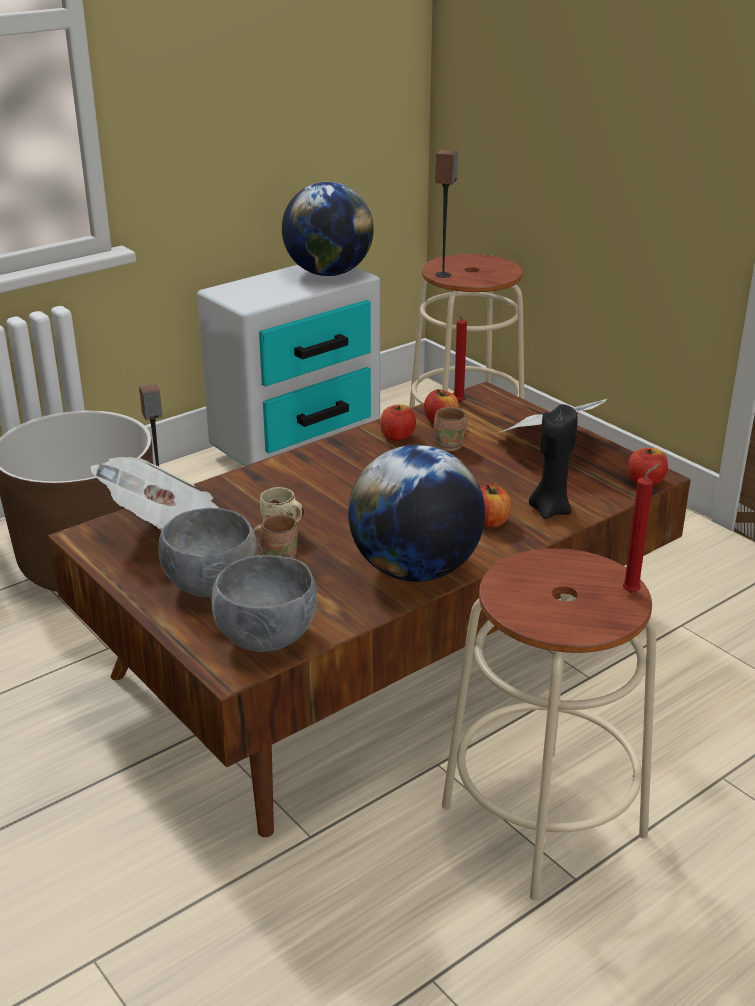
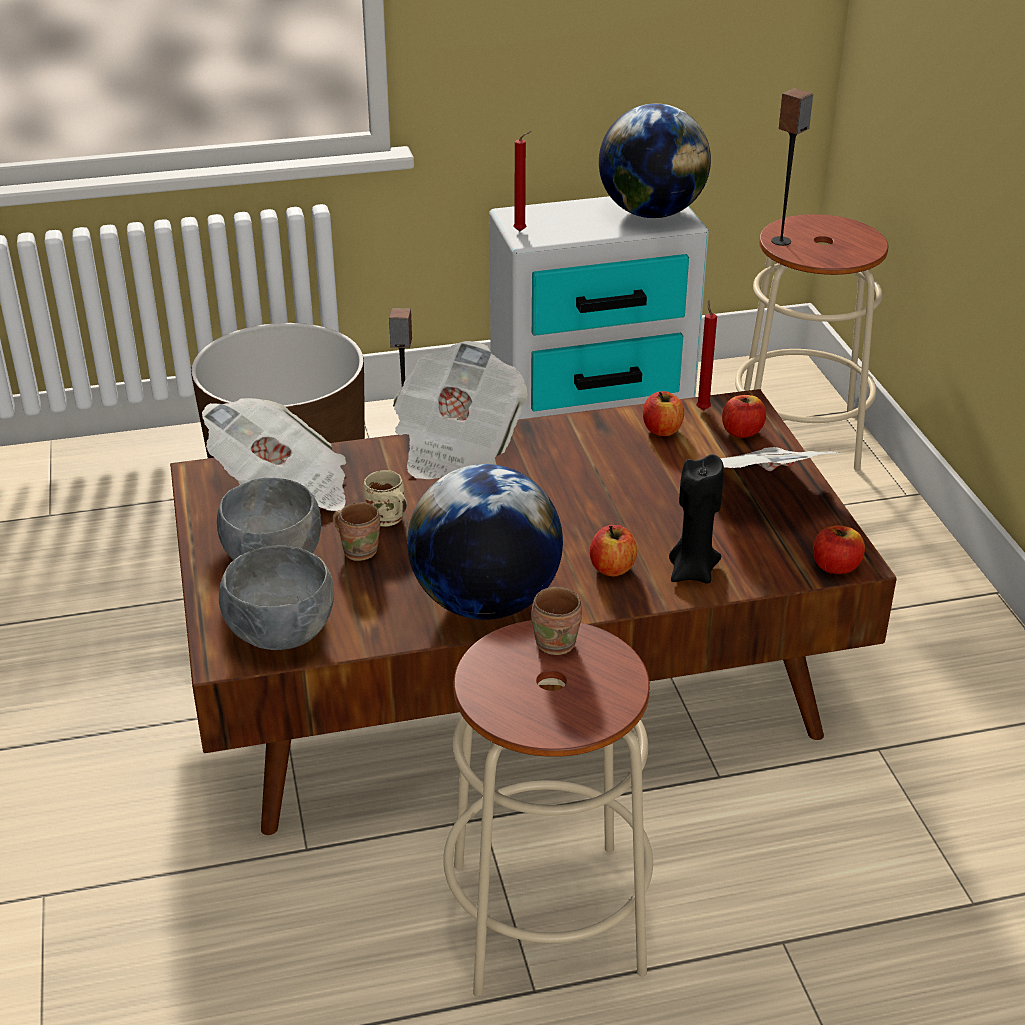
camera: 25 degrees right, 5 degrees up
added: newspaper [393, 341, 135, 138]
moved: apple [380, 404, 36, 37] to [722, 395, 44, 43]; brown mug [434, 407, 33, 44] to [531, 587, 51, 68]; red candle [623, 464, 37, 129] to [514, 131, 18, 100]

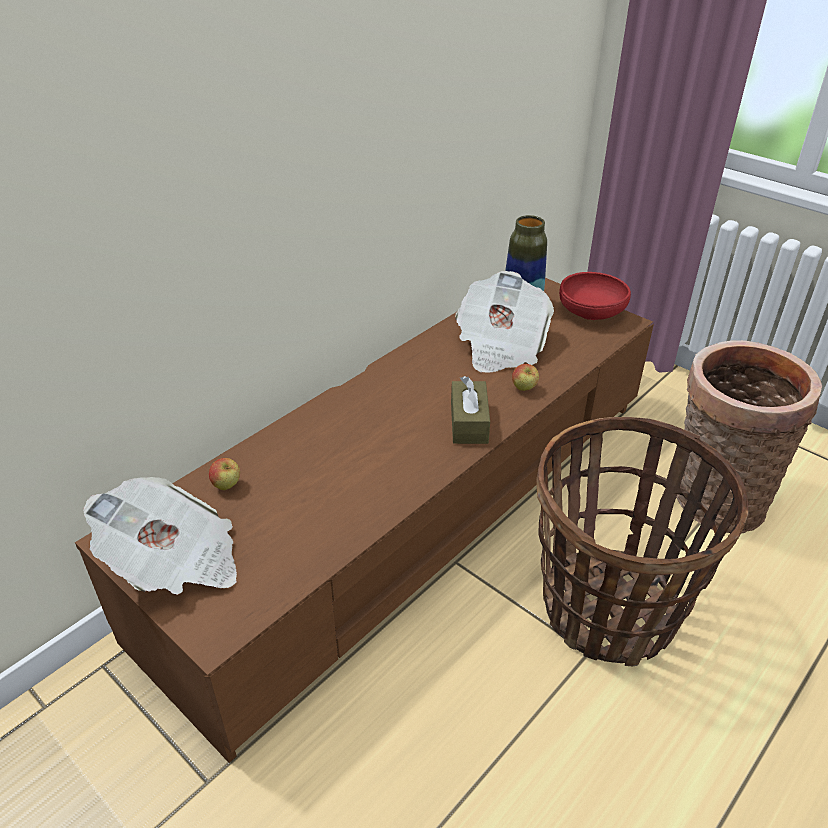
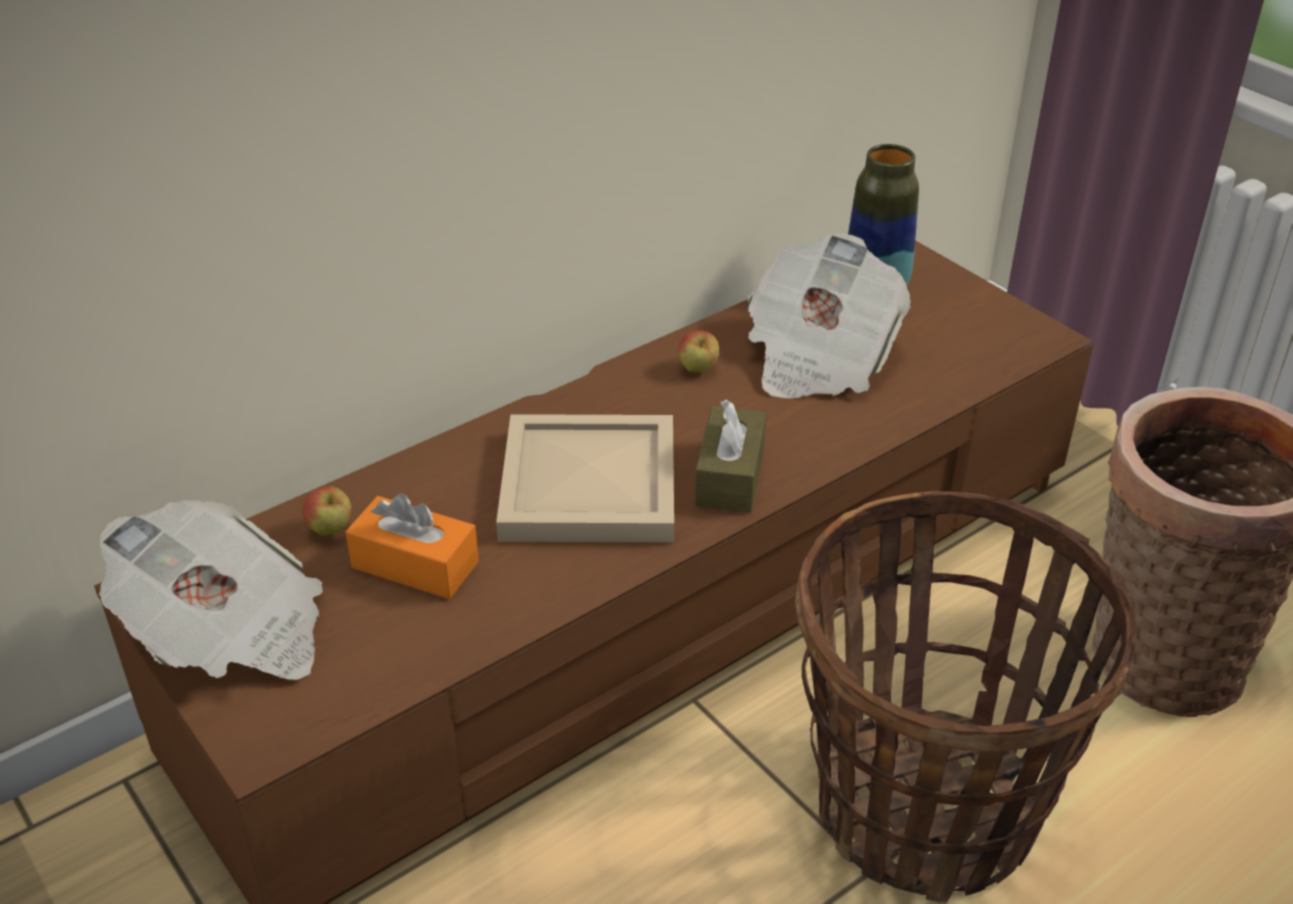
camera: 10 degrees right, 0 degrees up
removed: red bowl [559, 272, 72, 48]
added: beige tray [496, 414, 178, 128]; orange tissue box [345, 493, 134, 106]
moved: apple [512, 364, 27, 27] to [678, 330, 42, 42]

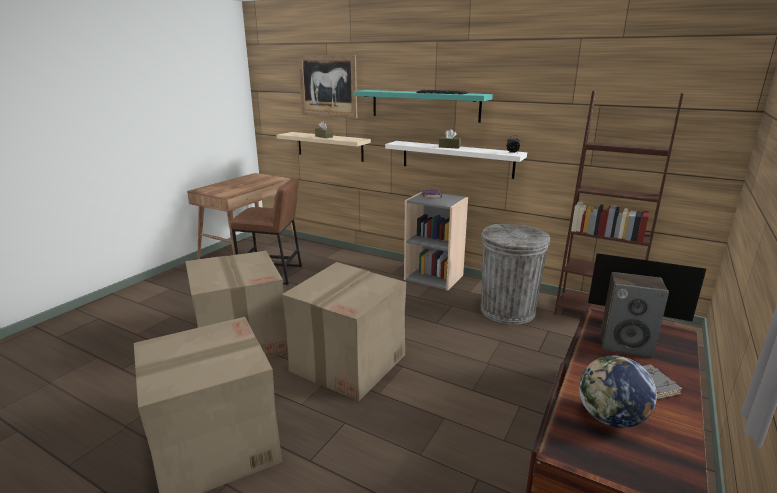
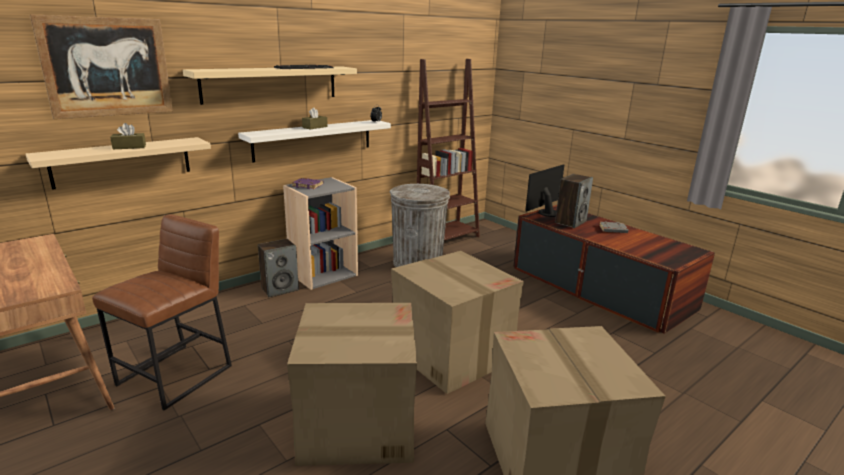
camera: 70 degrees left, 0 degrees up
removed: globe [579, 355, 78, 73]
added: speaker [258, 239, 41, 58]
recoloured: turquoise shelf [353, 90, 140, 33] to beige shelf [183, 66, 174, 39]

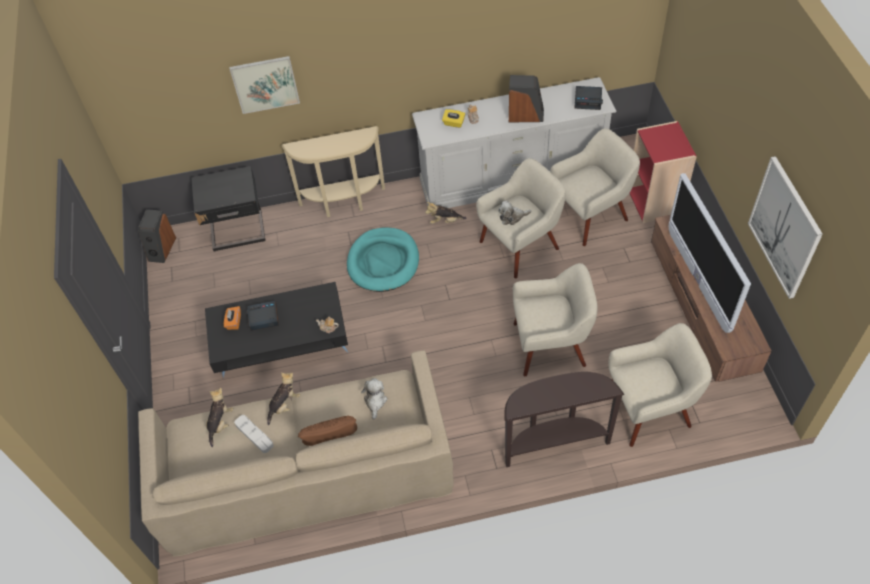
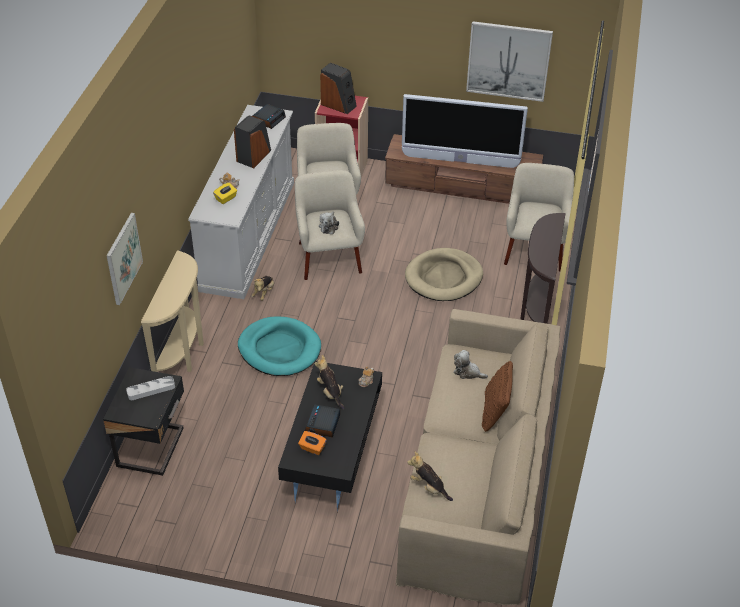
camera: 70 degrees left, 10 degrees down
moved: speaker [138, 209, 38, 54] to [320, 62, 37, 52]; plush toy [267, 372, 34, 53] to [315, 355, 30, 54]; grey tray [234, 415, 40, 38] to [126, 376, 49, 24]
replaced: beige armchair [513, 263, 85, 113] to beige dog bed [405, 248, 78, 53]

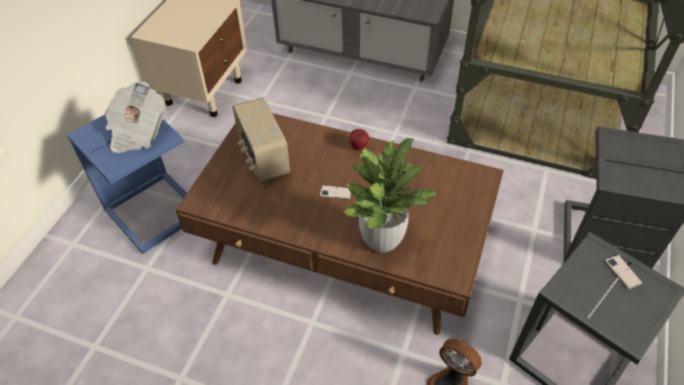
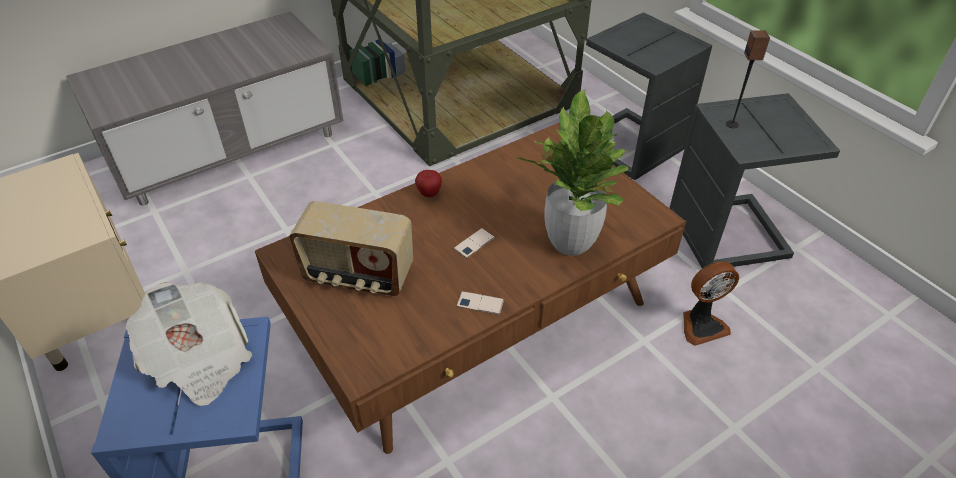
camera: 55 degrees left, 5 degrees down
added: speaker [726, 31, 44, 97]
moved: phone [604, 255, 38, 34] to [456, 291, 48, 24]

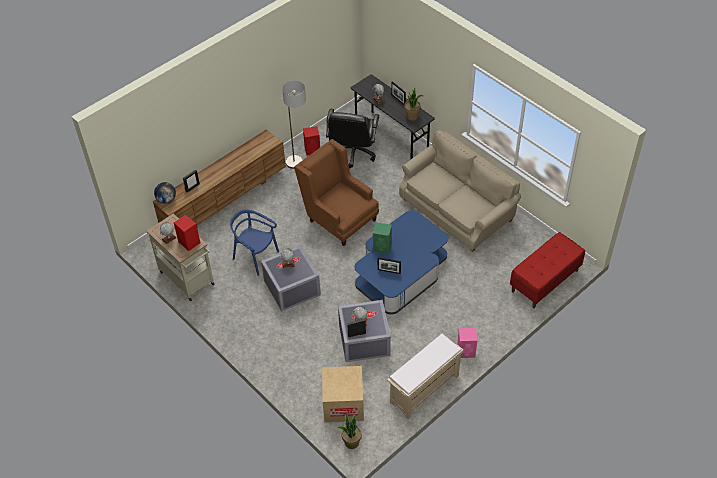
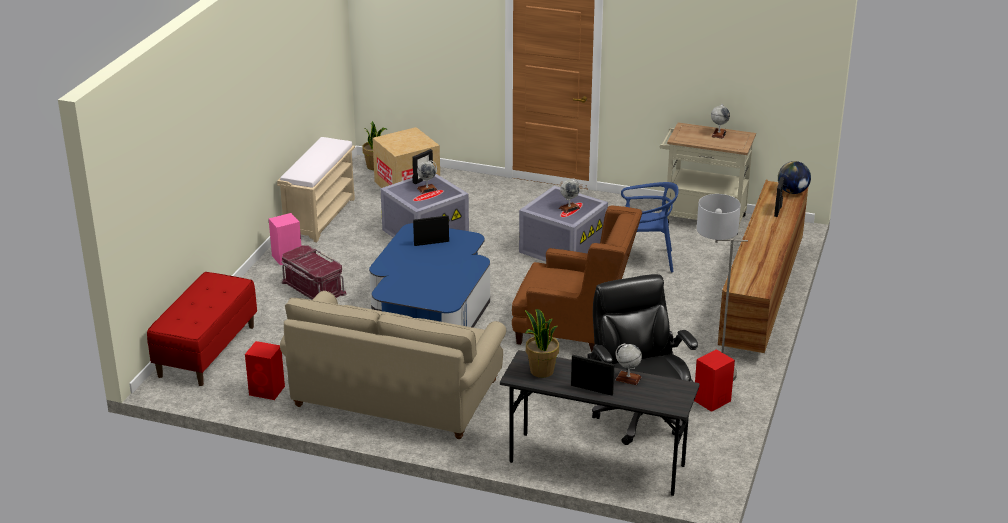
camera: 150 degrees right, 20 degrees down
removed: green speaker [373, 222, 19, 32]
added: red storage box [281, 246, 66, 54]
moved: red speaker [174, 215, 26, 36] to [245, 341, 40, 59]

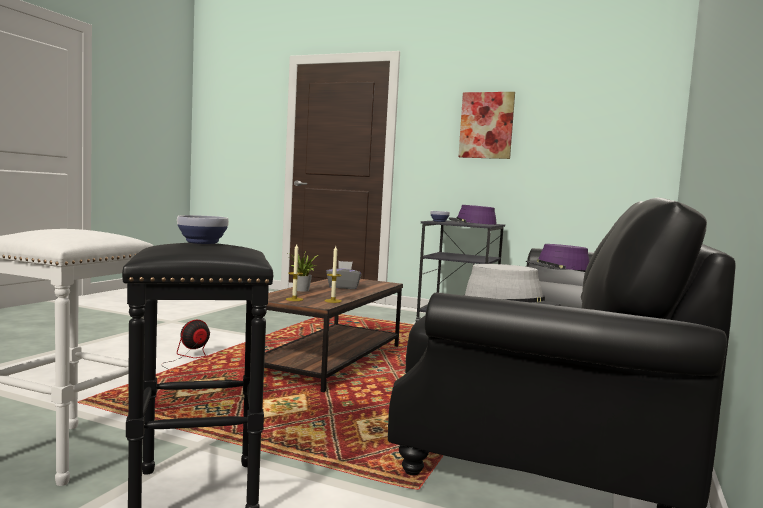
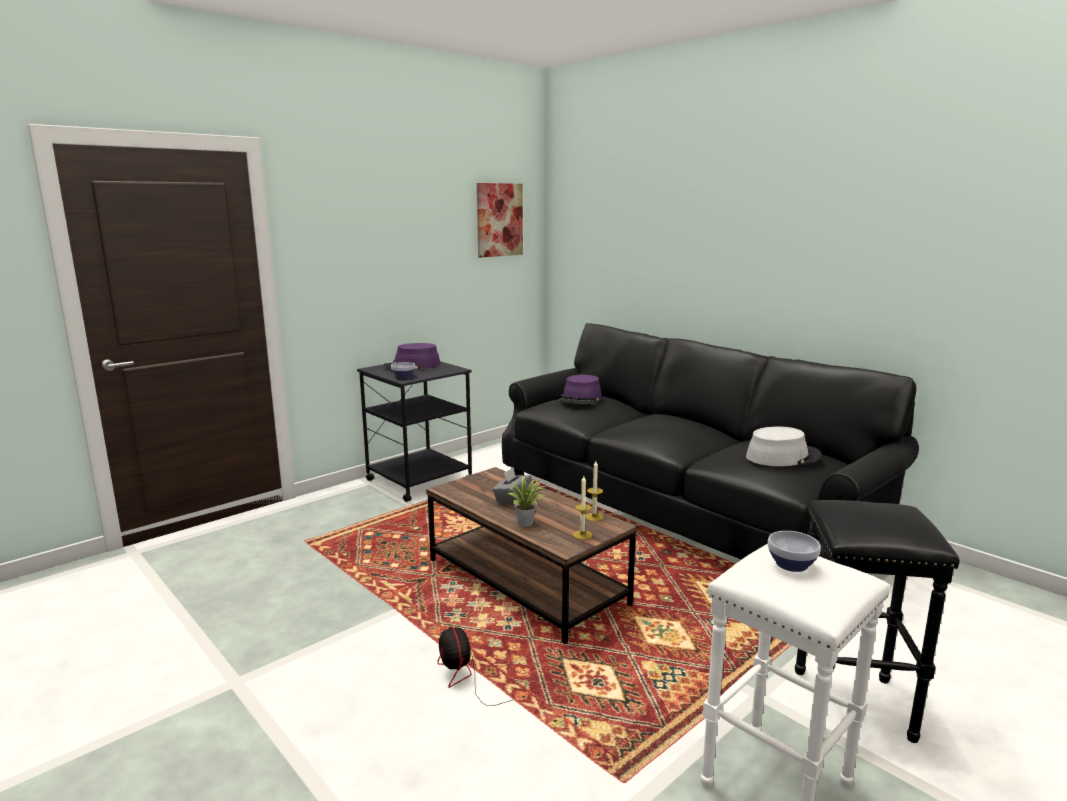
camera: 65 degrees left, 10 degrees up
moved: picture [458, 92, 57, 67] to [477, 183, 46, 74]; bowl [177, 215, 52, 29] to [768, 531, 53, 41]

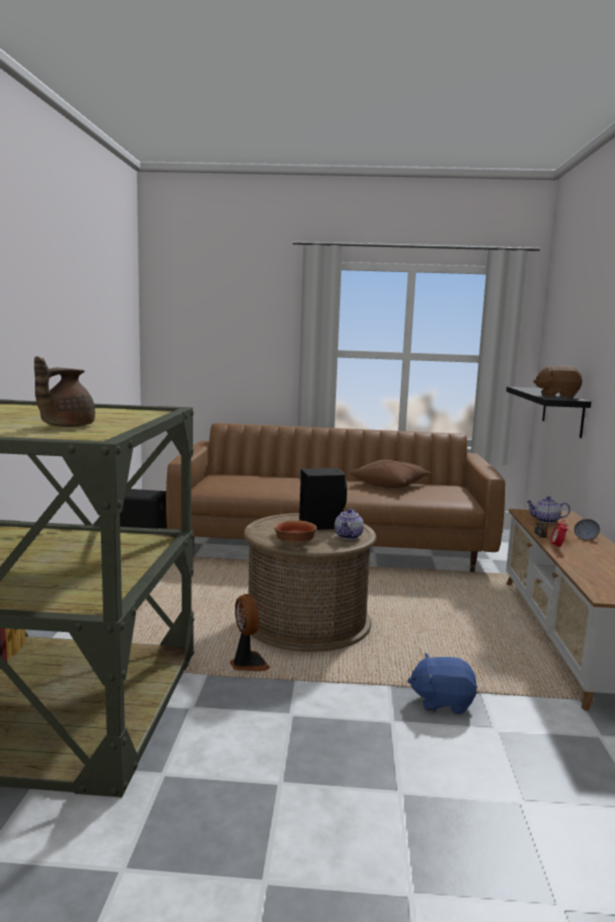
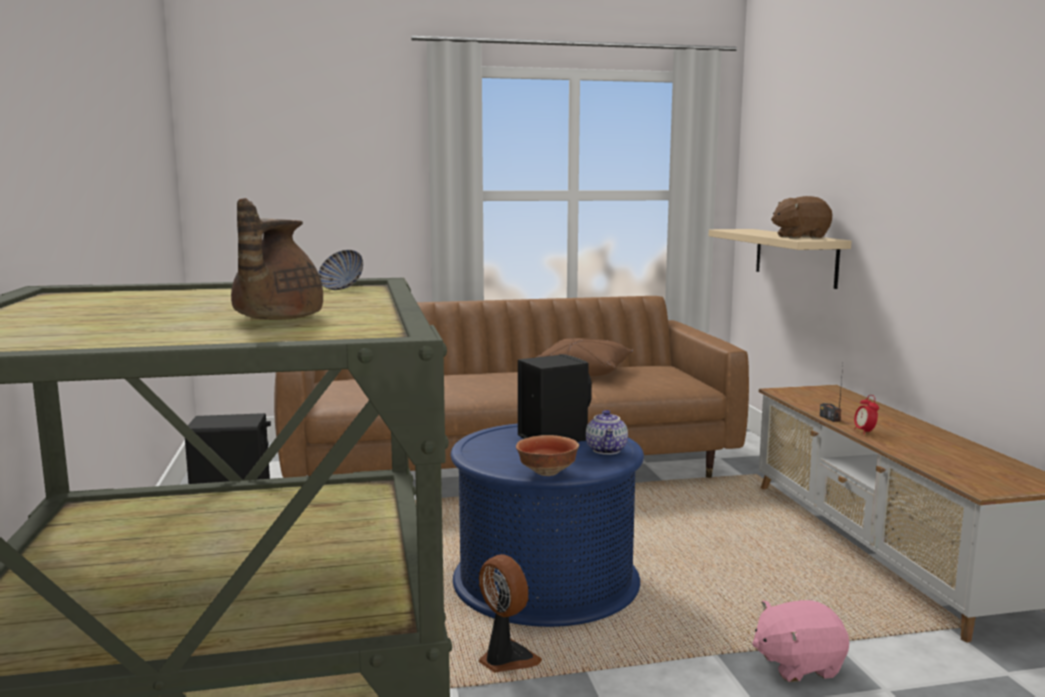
camera: 15 degrees left, 0 degrees up
removed: teapot [526, 496, 44, 27]
moved: bowl [574, 519, 26, 21] to [318, 250, 45, 40]
recoloured: black shelf [506, 387, 85, 51] to beige shelf [709, 229, 143, 60]; brown coffee table [244, 513, 132, 139] to blue coffee table [450, 424, 194, 203]; blue plush toy [407, 653, 70, 61] to pink plush toy [752, 600, 97, 82]

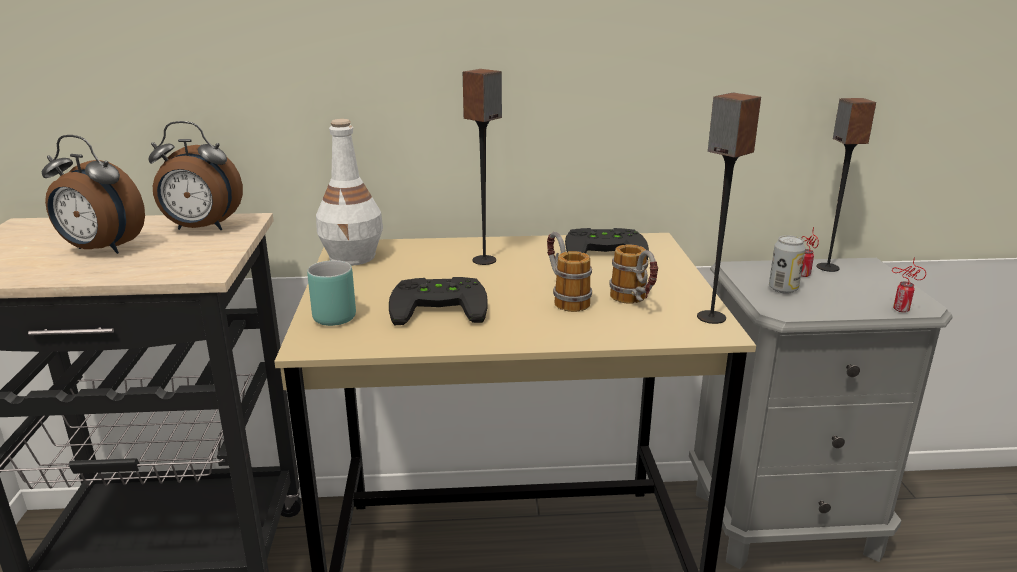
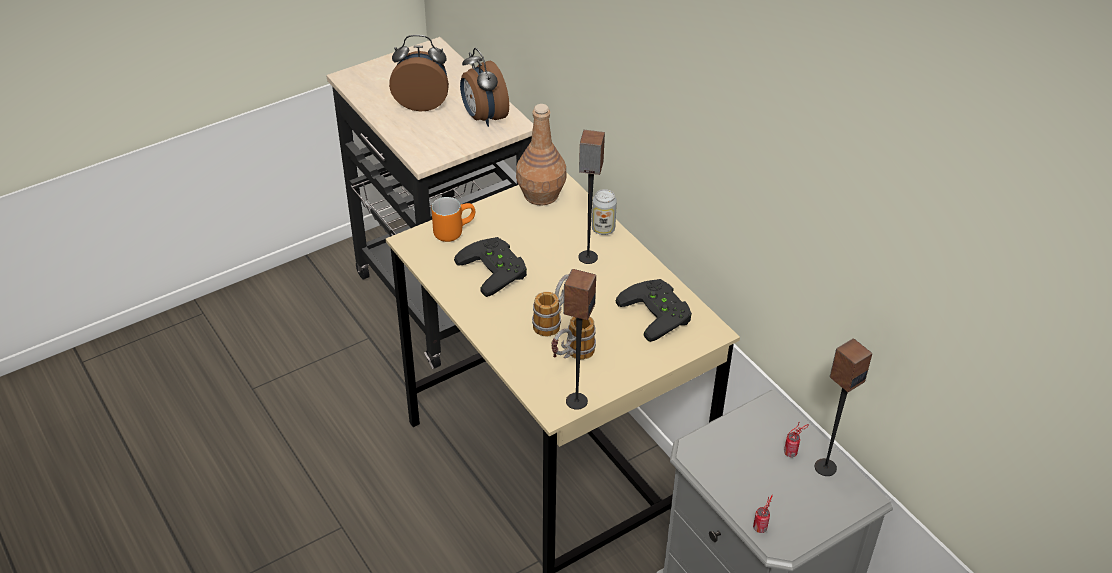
camera: 60 degrees right, 20 degrees up
moved: can [769, 235, 36, 59] to [592, 189, 25, 46]
recoloured: white bottle [316, 119, 67, 147] to brown bottle [516, 104, 51, 102]; turquoise mug [307, 260, 49, 66] to orange mug [432, 197, 43, 45]
turned: alarm clock [42, 135, 103, 119] = [389, 35, 60, 77] 105 degrees clockwise

